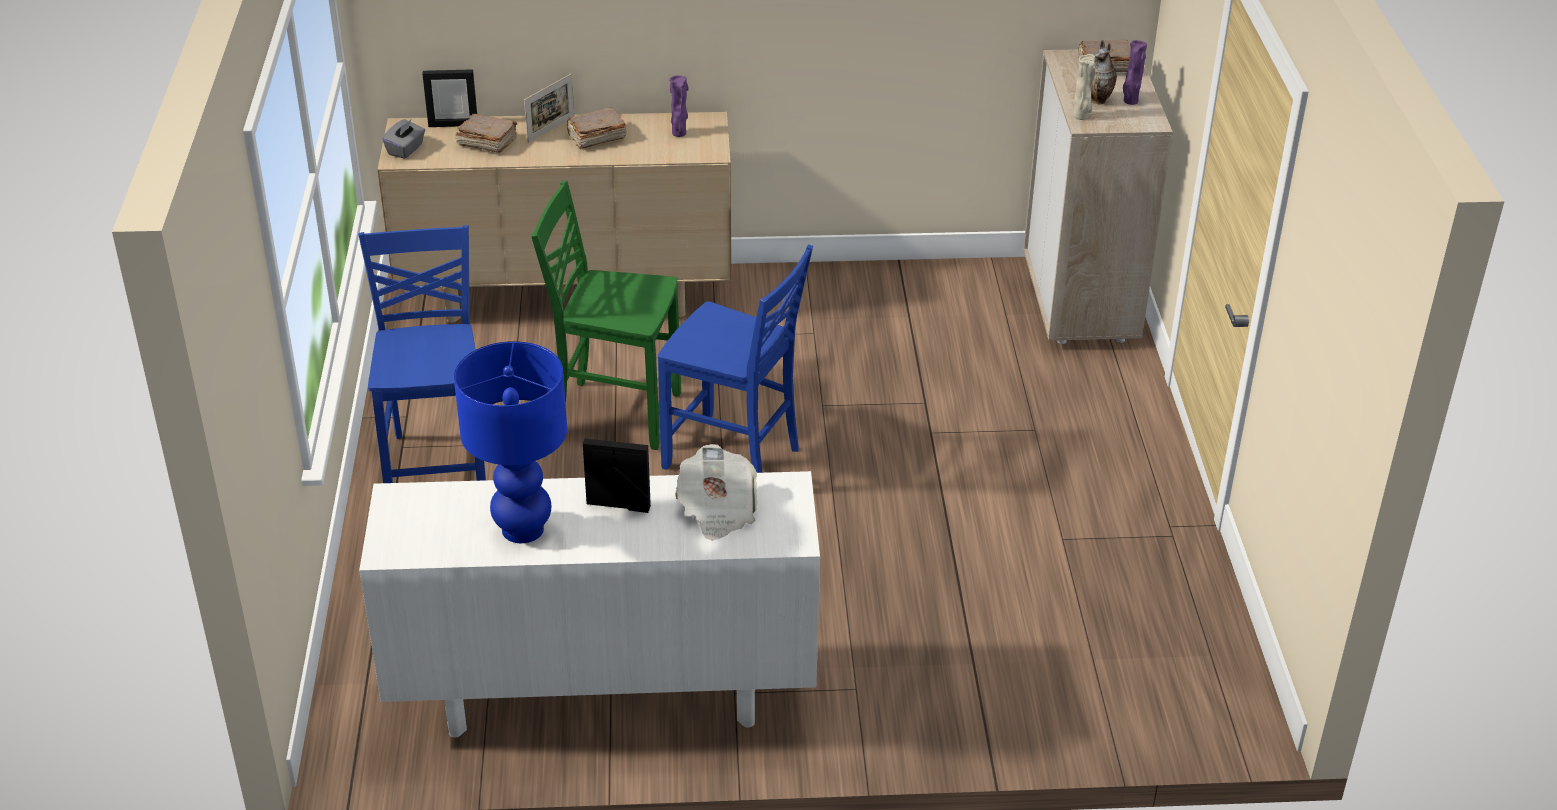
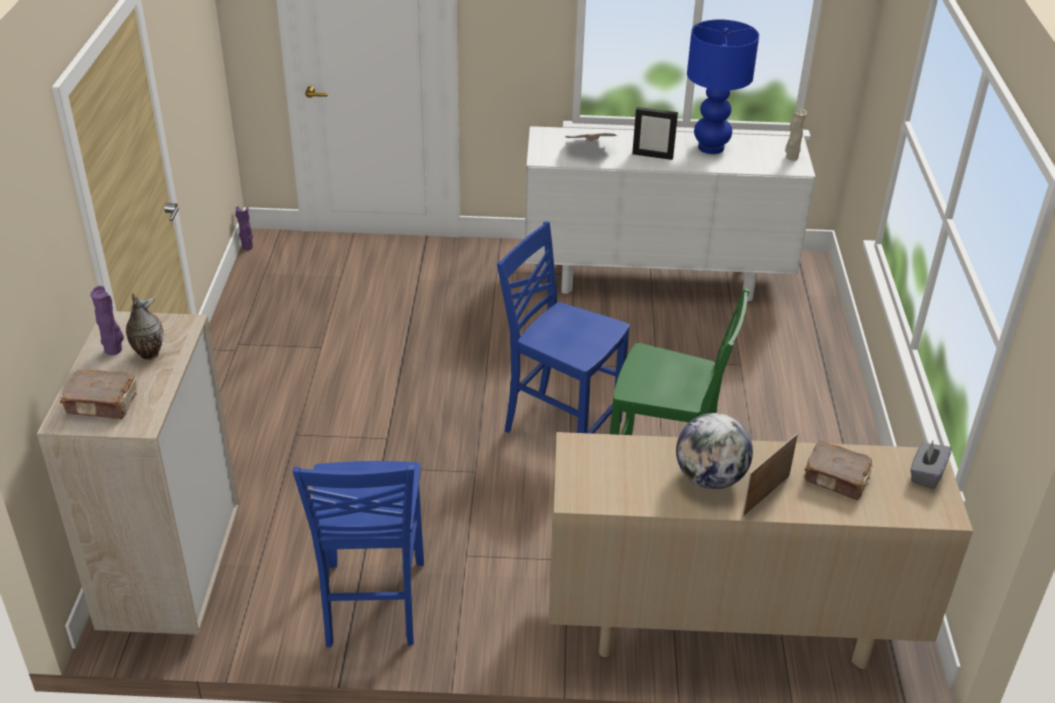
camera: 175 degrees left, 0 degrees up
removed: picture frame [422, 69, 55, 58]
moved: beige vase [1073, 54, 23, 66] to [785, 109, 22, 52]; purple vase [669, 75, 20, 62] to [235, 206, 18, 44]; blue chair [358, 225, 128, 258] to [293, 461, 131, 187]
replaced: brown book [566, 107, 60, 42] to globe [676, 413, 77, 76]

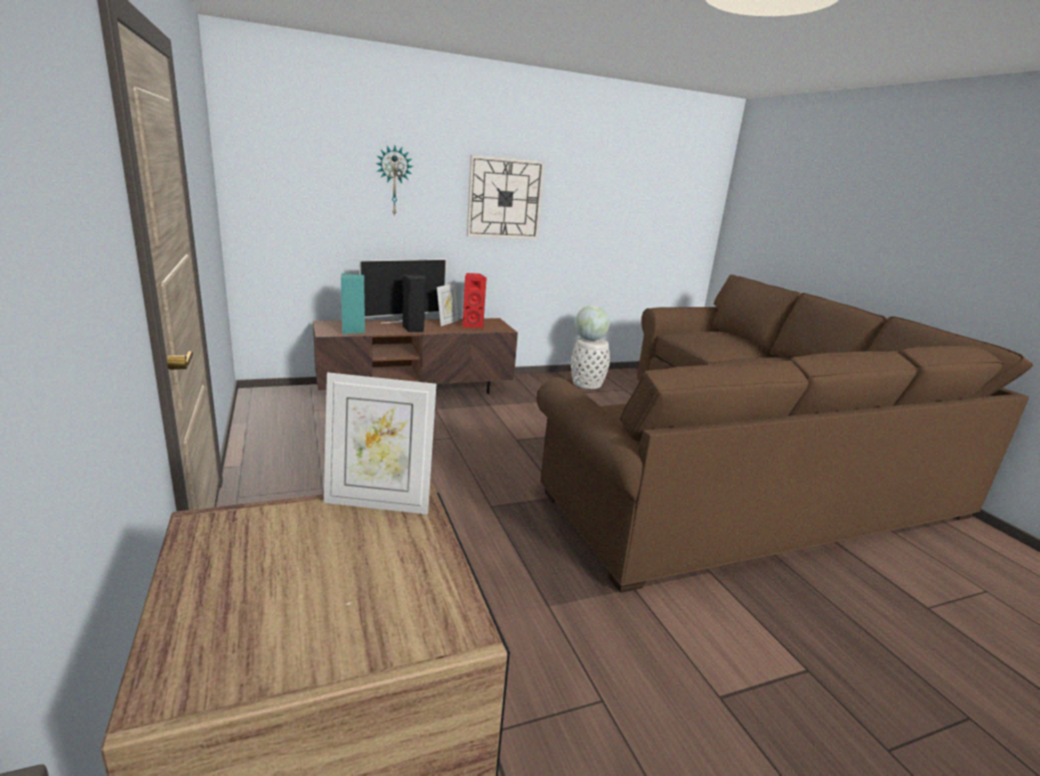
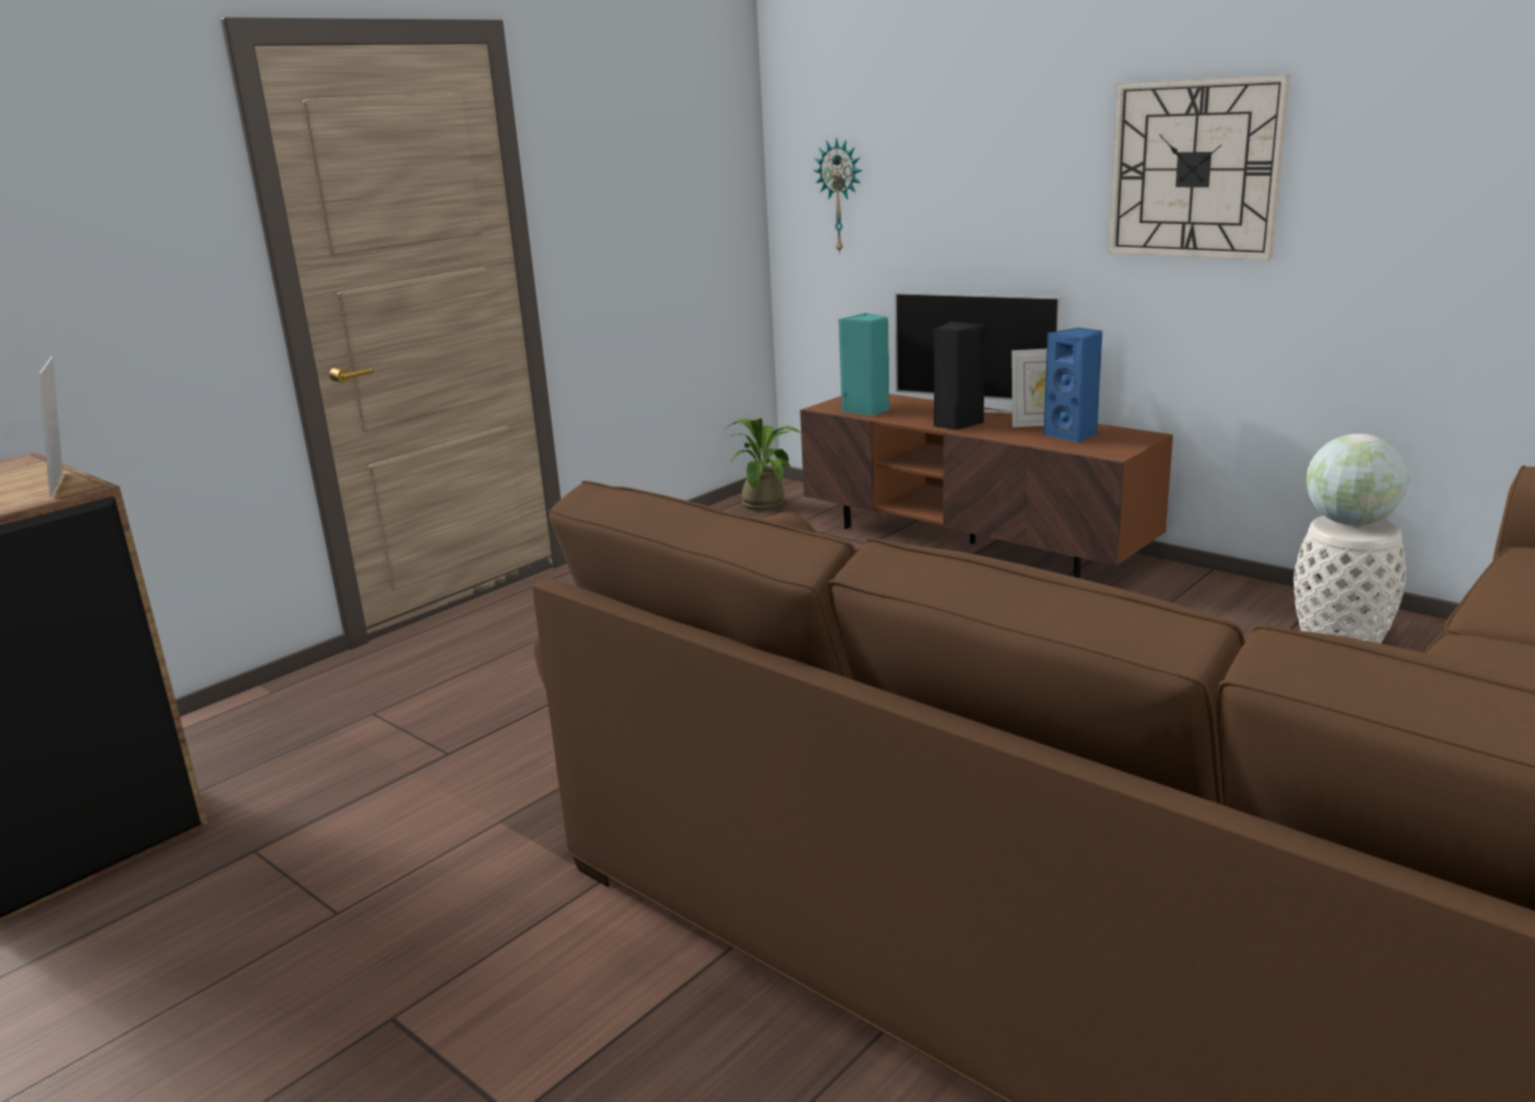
camera: 65 degrees right, 0 degrees up
added: potted plant [725, 418, 76, 93]
moved: wall clock [375, 146, 38, 71] to [813, 137, 49, 117]
recoloured: red speaker [463, 273, 24, 55] to blue speaker [1043, 328, 59, 115]

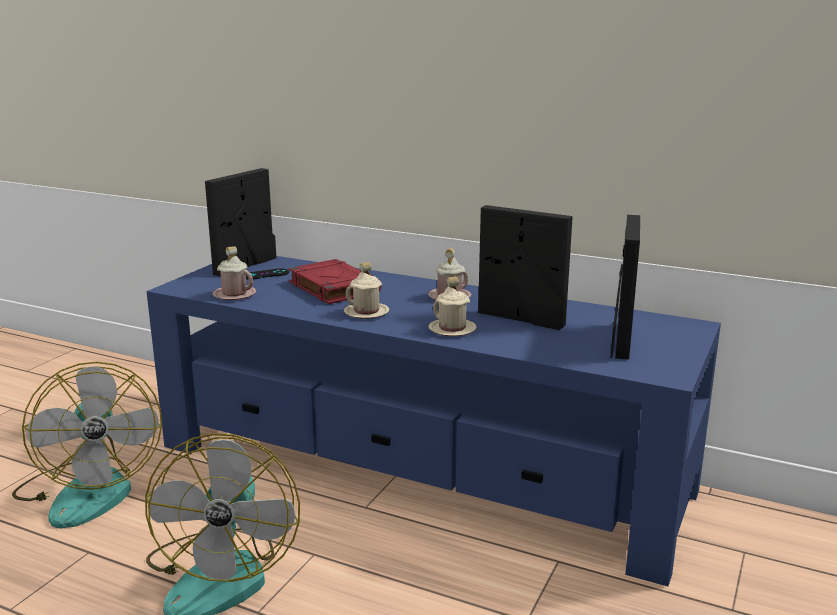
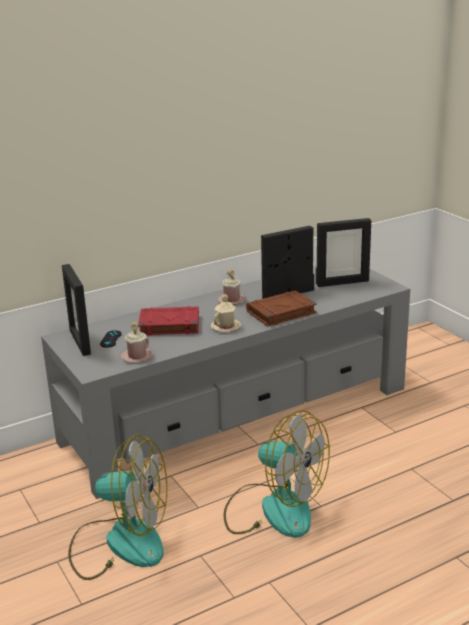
camera: 55 degrees left, 5 degrees up
replaced: beige mug [429, 276, 47, 60] to brown book [246, 290, 71, 37]
recoloured: blue tv stand [146, 256, 575, 331] to grey tv stand [41, 265, 369, 234]
turned: picture frame [611, 215, 29, 145] = [316, 218, 55, 69] 120 degrees clockwise

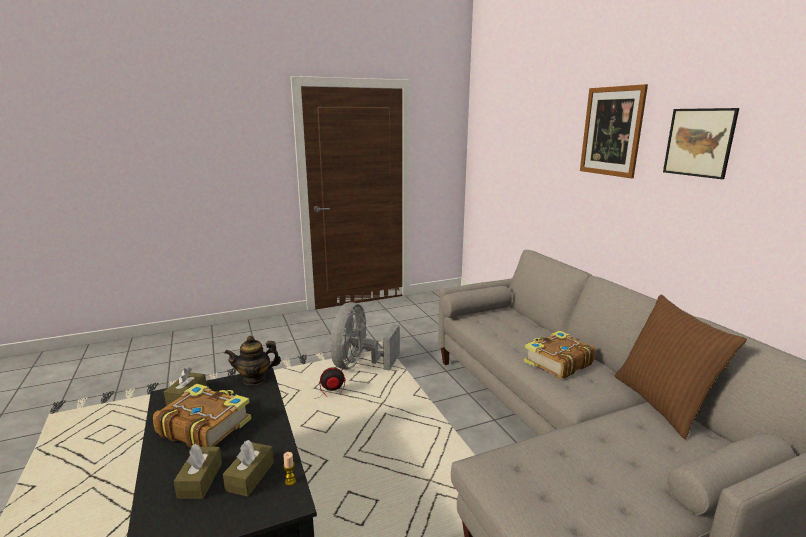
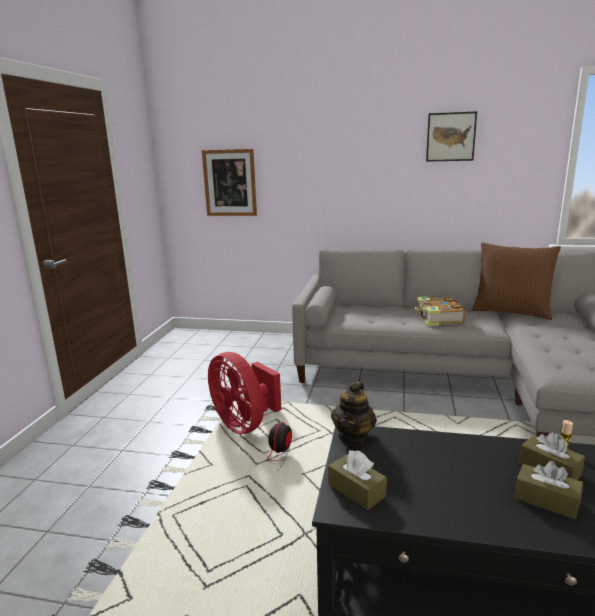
camera: 55 degrees left, 0 degrees up
removed: book [153, 384, 98, 64]
moved: picture [580, 84, 68, 94] to [202, 149, 55, 67]
recoloured: grey fan [330, 302, 69, 69] to red fan [208, 352, 73, 82]

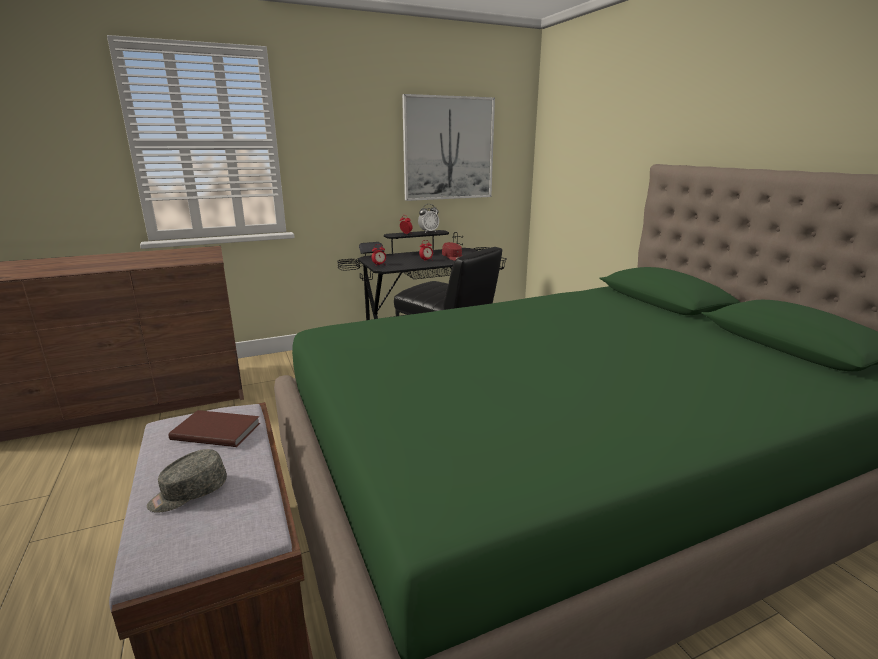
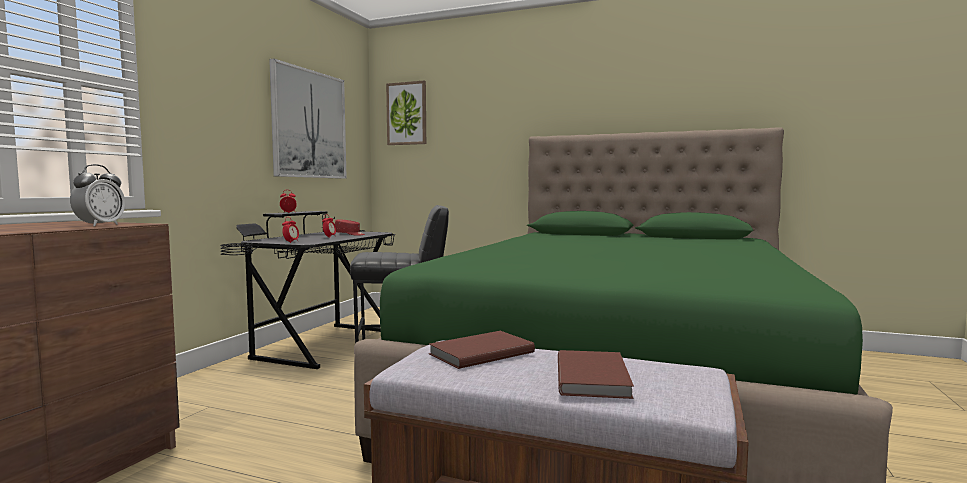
camera: 45 degrees left, 15 degrees down
added: picture [386, 81, 40, 64]
moved: alarm clock [418, 204, 21, 29] to [70, 164, 55, 63]
replaced: grey cap [147, 449, 80, 63] to brown book [558, 350, 76, 49]

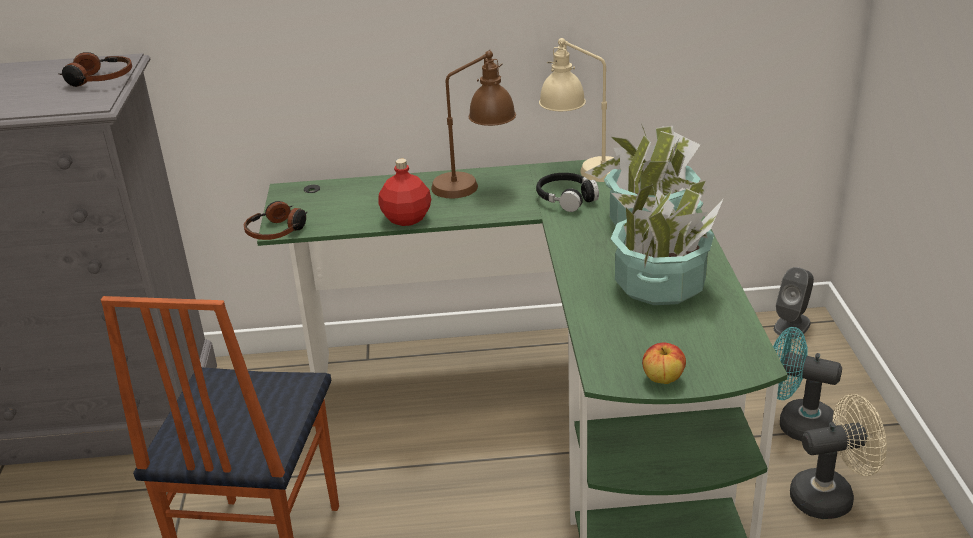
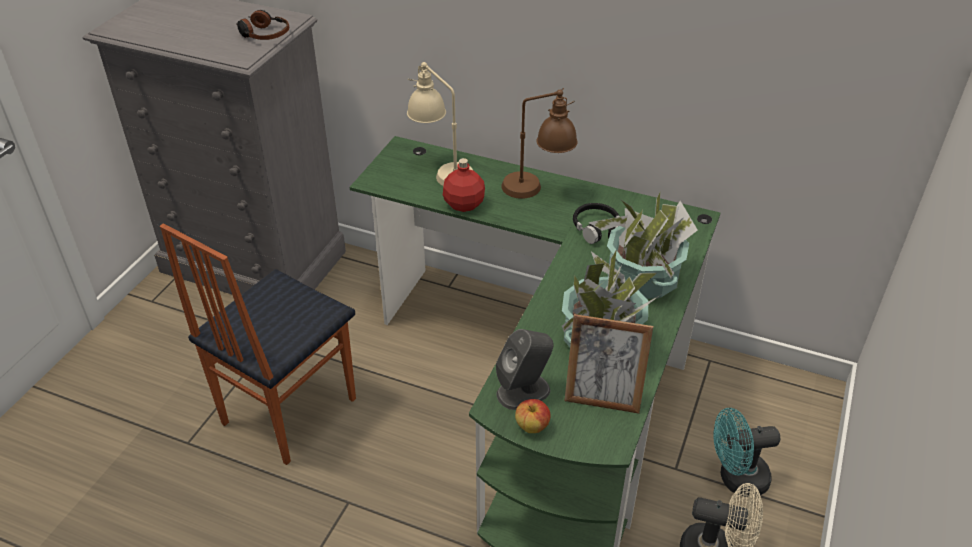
camera: 25 degrees right, 10 degrees up
removed: headphones [244, 201, 64, 39]
added: picture frame [564, 314, 89, 100]
moved: beige table lamp [539, 38, 75, 144] to [407, 62, 66, 124]; grey speaker [774, 267, 40, 72] to [496, 329, 58, 81]
turned: turquoise fan [773, 327, 69, 114] = [713, 408, 67, 89] 60 degrees counterclockwise

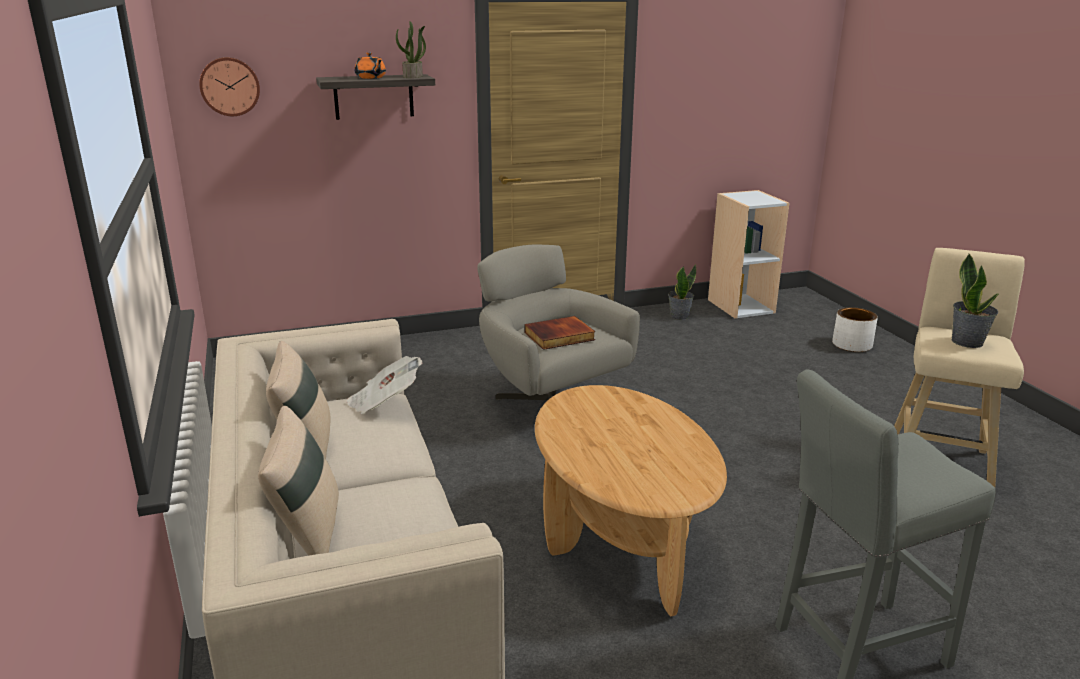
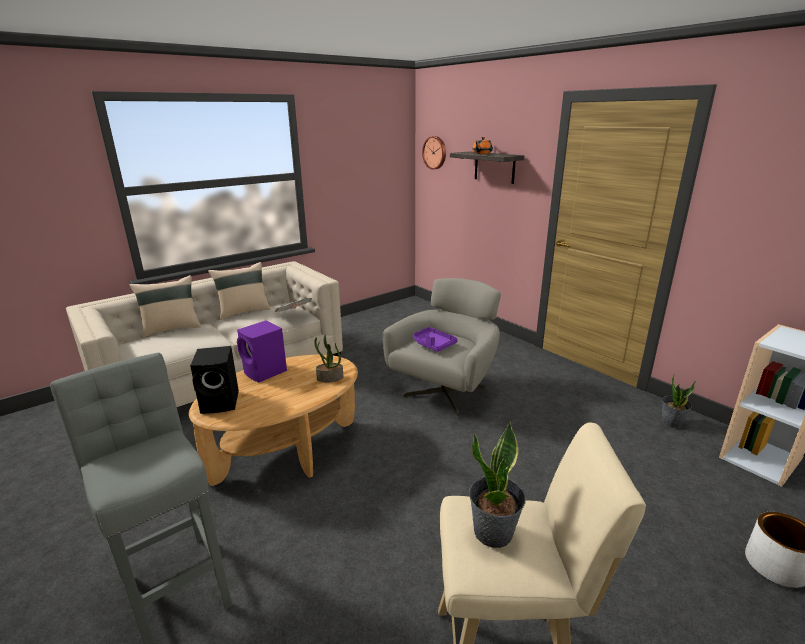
camera: 70 degrees right, 0 degrees up
added: purple speaker [237, 320, 50, 62]; black speaker [190, 346, 49, 68]
moved: potted plant [396, 21, 30, 57] to [314, 335, 29, 47]
replaced: book [525, 316, 70, 34] to purple tray [413, 327, 45, 25]

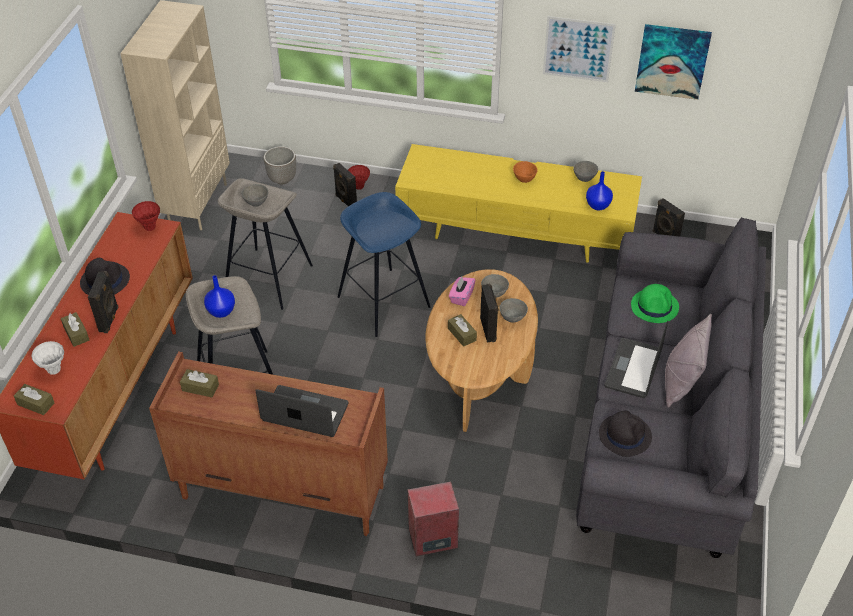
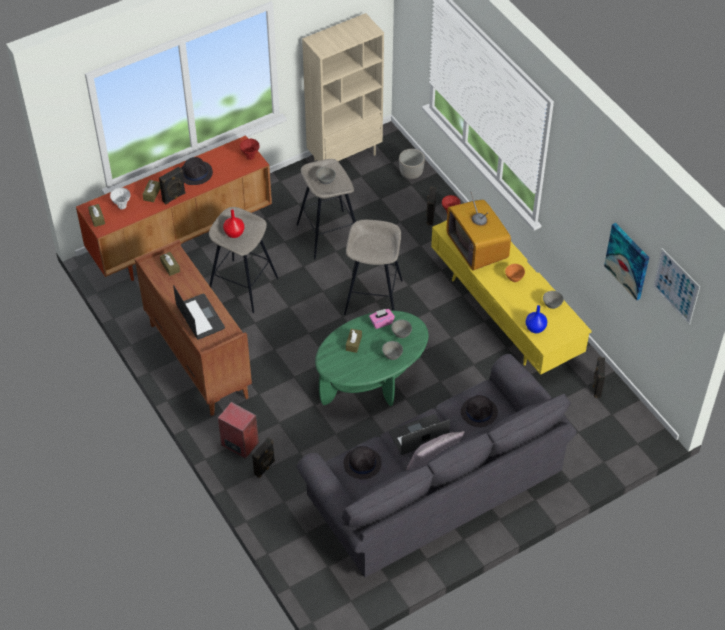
camera: 45 degrees right, 5 degrees up
added: television [446, 192, 65, 78]
moved: picture [543, 16, 73, 66] to [653, 248, 47, 77]; black speaker [480, 283, 19, 59] to [252, 438, 23, 40]
recoloured: blue stool [338, 192, 92, 145] to grey stool [344, 220, 59, 95]; brown coffee table [425, 269, 113, 163] to green coffee table [315, 311, 113, 95]; blue vase [204, 275, 31, 43] to red vase [223, 209, 21, 29]; green hat [631, 284, 48, 39] to black hat [461, 395, 37, 32]

